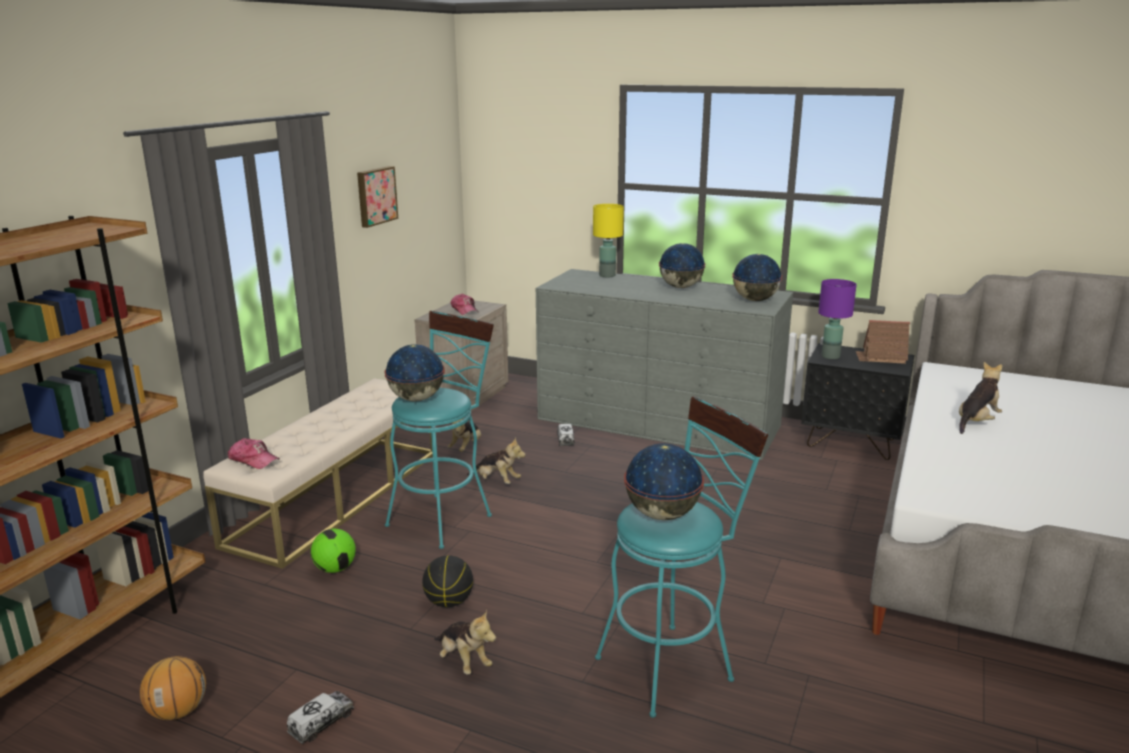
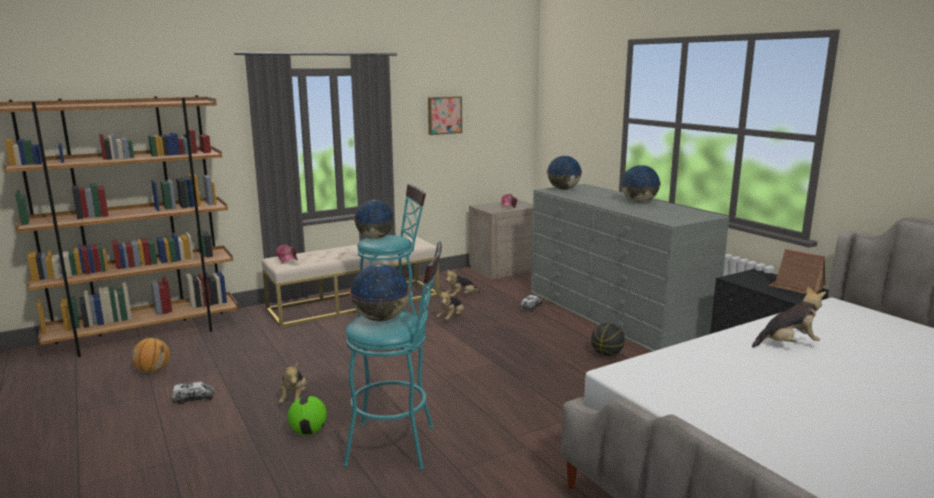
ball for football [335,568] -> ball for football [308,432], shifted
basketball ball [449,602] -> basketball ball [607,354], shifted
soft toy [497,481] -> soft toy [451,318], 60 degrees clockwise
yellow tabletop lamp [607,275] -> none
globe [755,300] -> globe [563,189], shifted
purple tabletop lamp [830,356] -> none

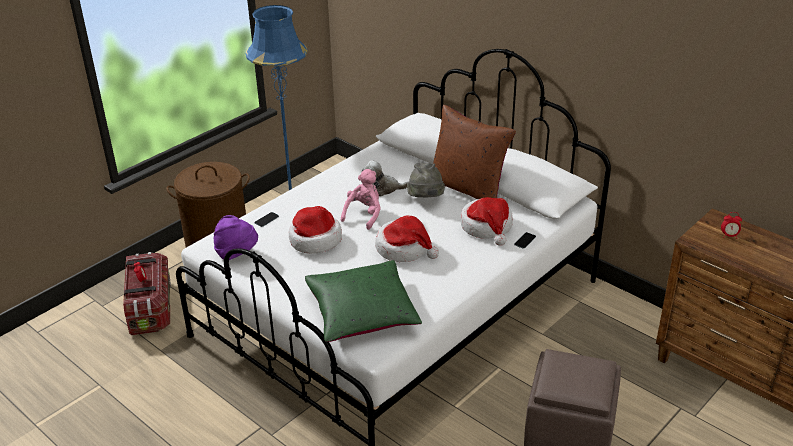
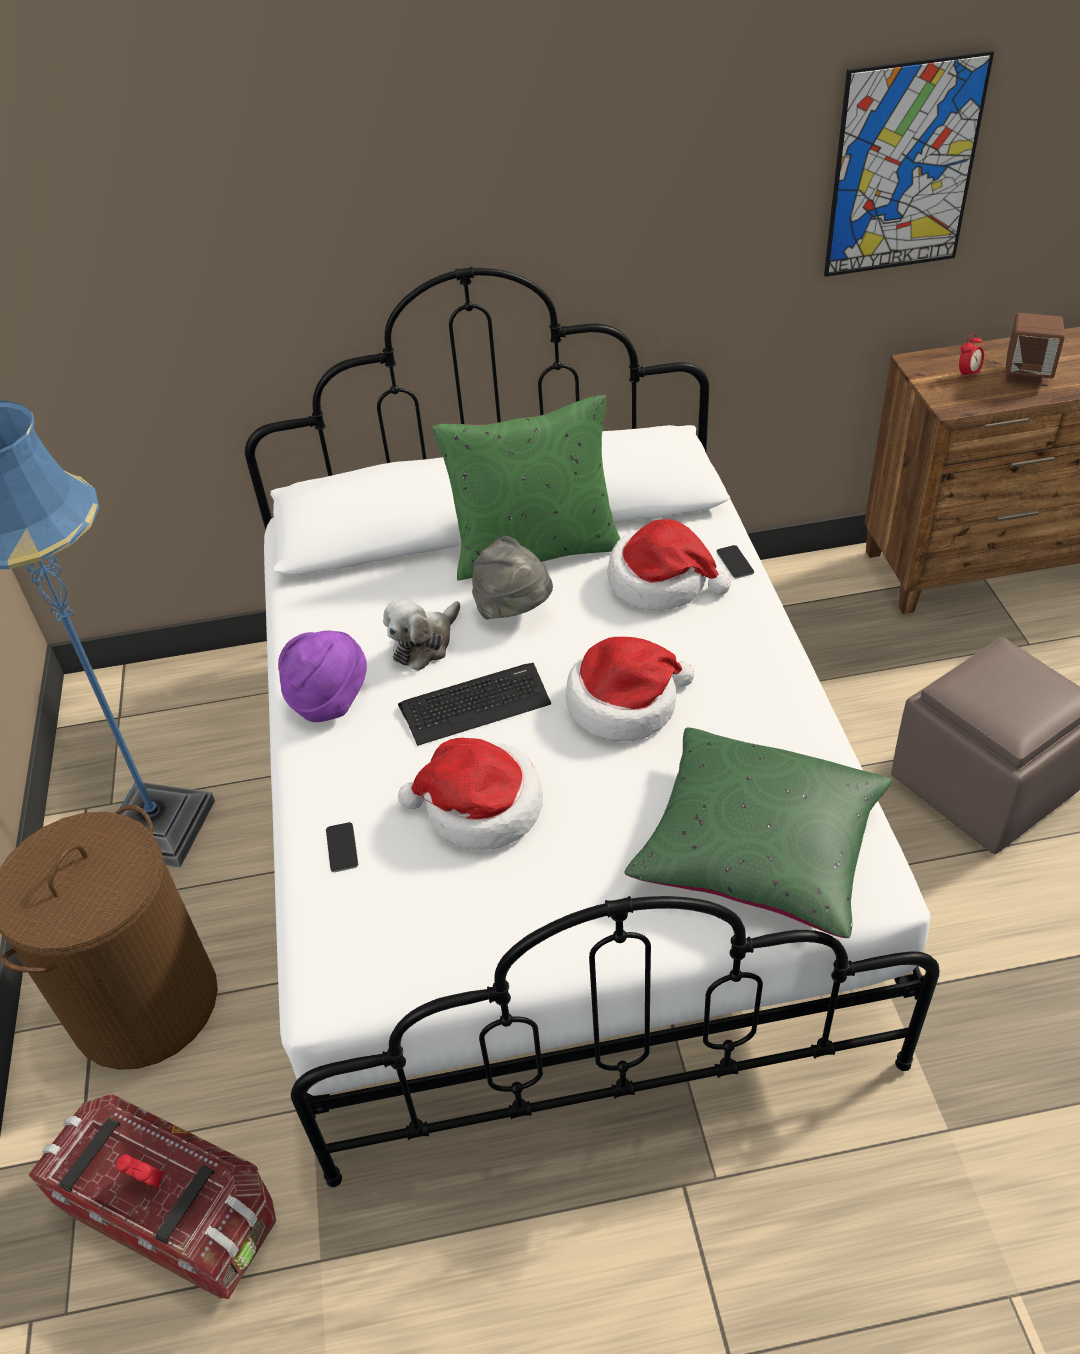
purple hat [237,254] -> purple hat [329,700], shifted
pinkish soft toy [364,215] -> keyboard [475,704]
brown pillow [467,188] -> green-coloured pillow [535,549]
none -> wall art [903,168]
none -> brown speaker [1027,375]

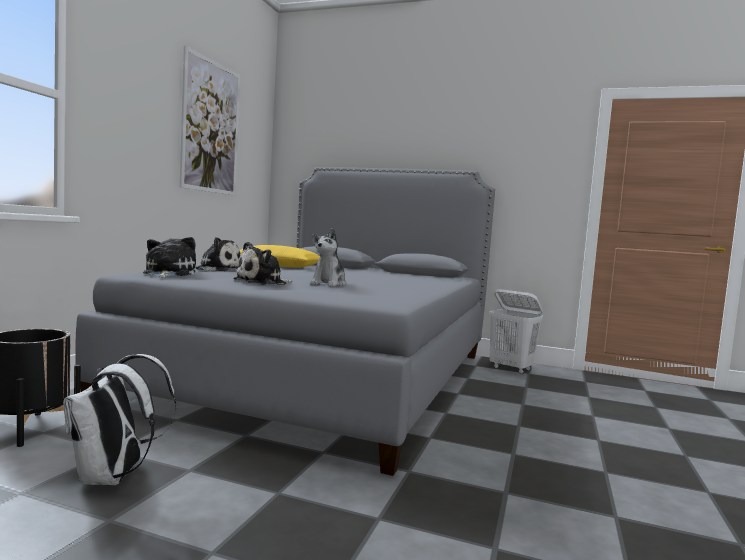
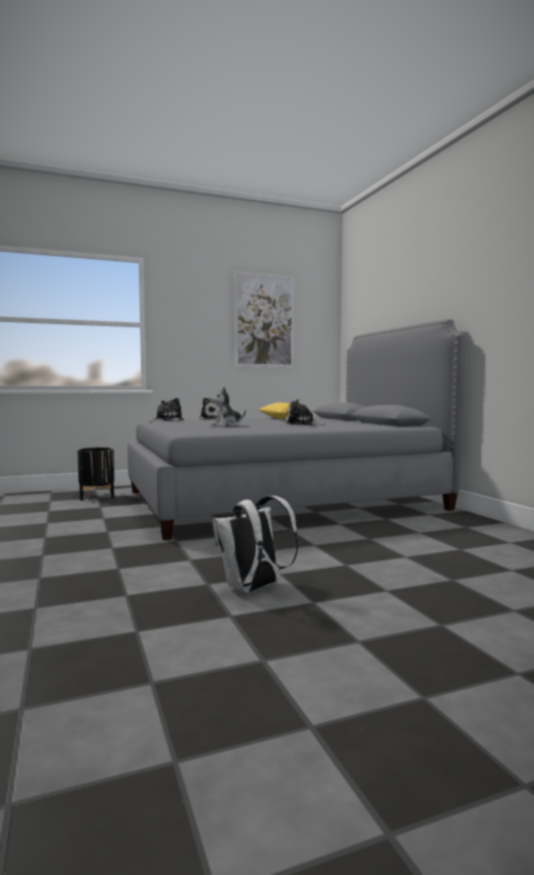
white knapsack [114,477] -> white knapsack [253,589], shifted
soft toy [263,282] -> soft toy [302,424], shifted
white washing basket [511,369] -> none

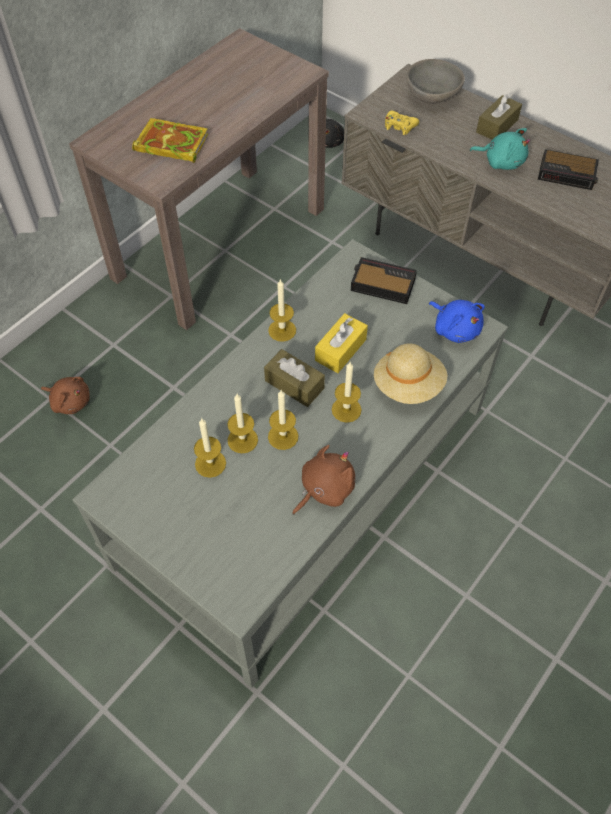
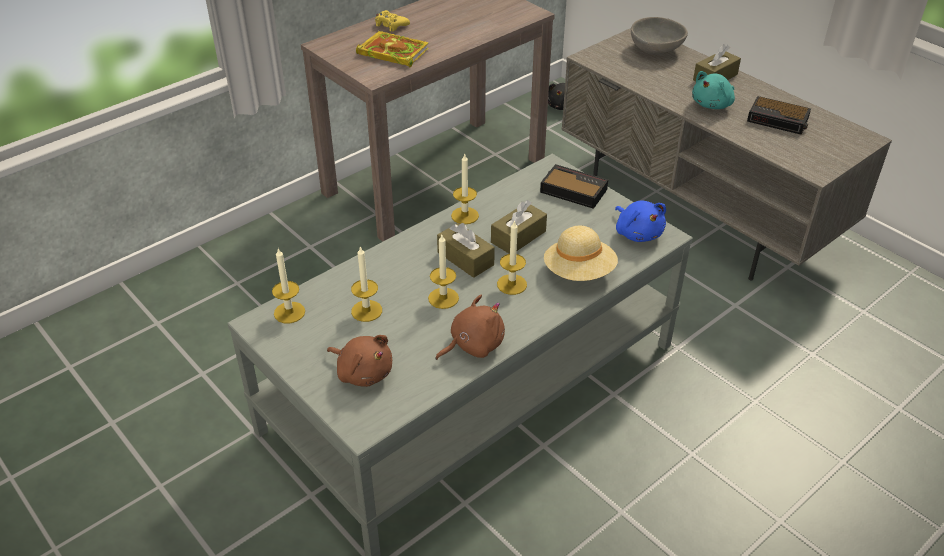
brown soft toy [70,401] -> brown soft toy [363,372], shifted
wax light [242,440] -> wax light [289,312], shifted
yellow tissue box [340,350] -> brown tissue box [518,237]
yellow gamepad [399,126] -> yellow gamepad [391,25], shifted
blue-green soft toy [501,162] -> blue-green soft toy [713,104], 105 degrees clockwise

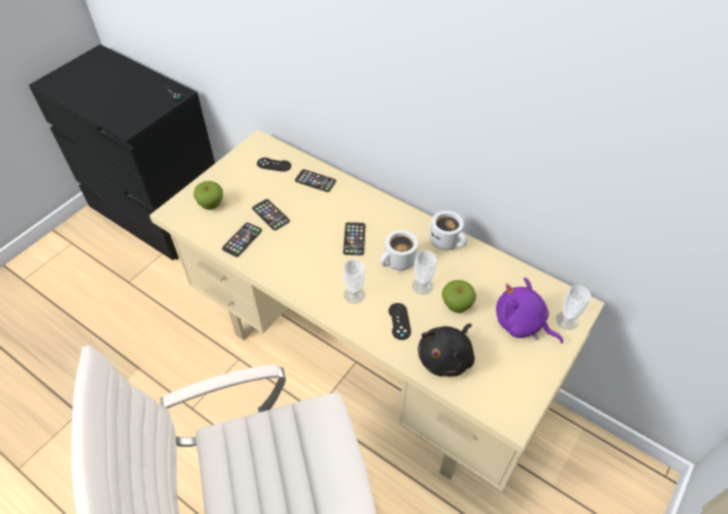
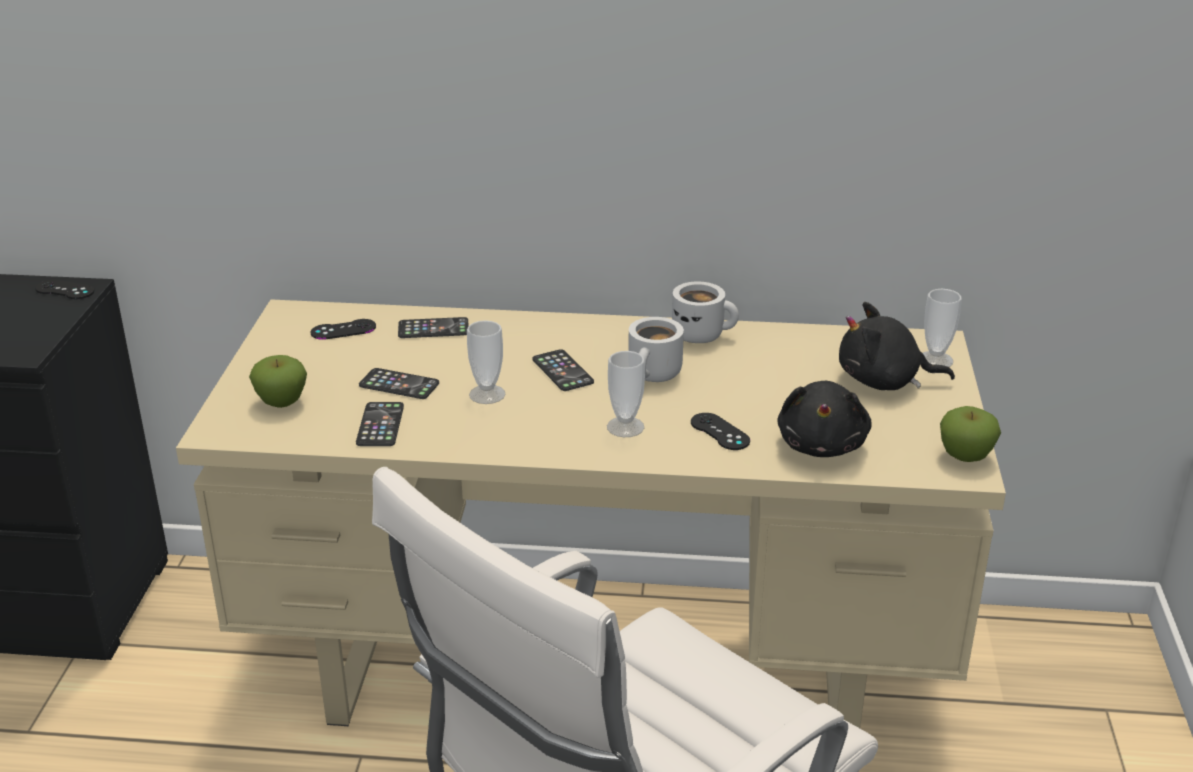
drinking cup [422,286] -> drinking cup [487,394], shifted
apple [456,306] -> apple [965,457], shifted
purple soft toy [522,324] -> black soft toy [884,381]

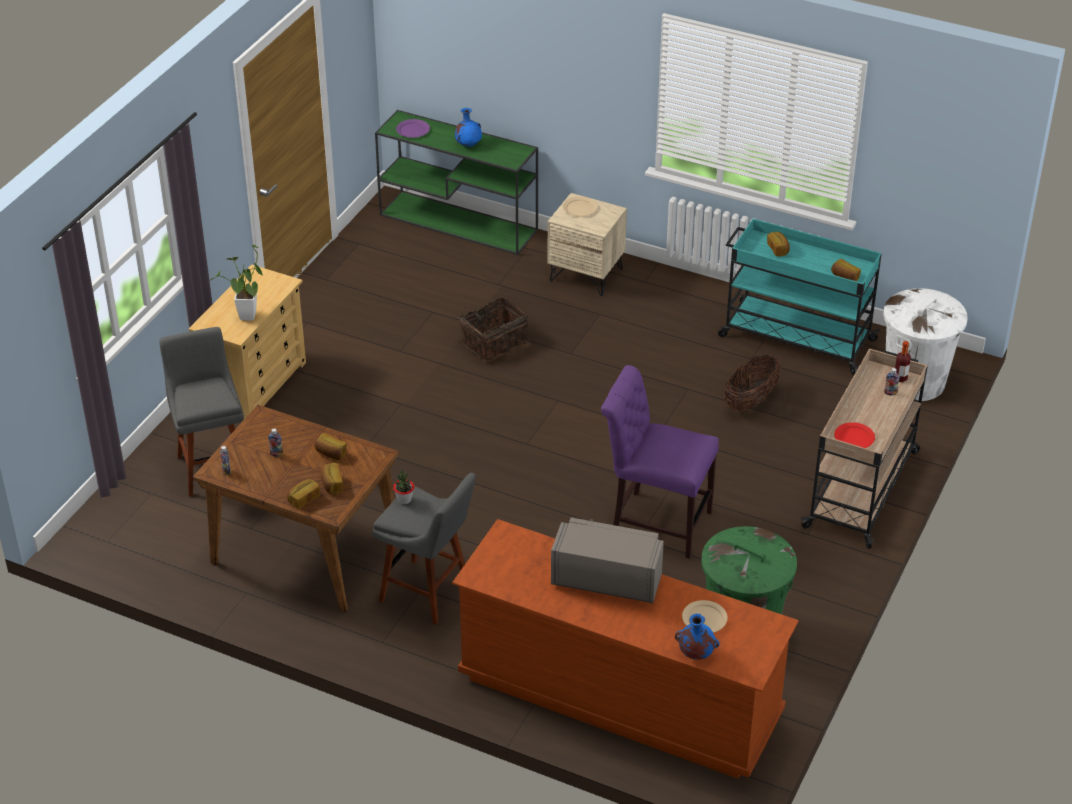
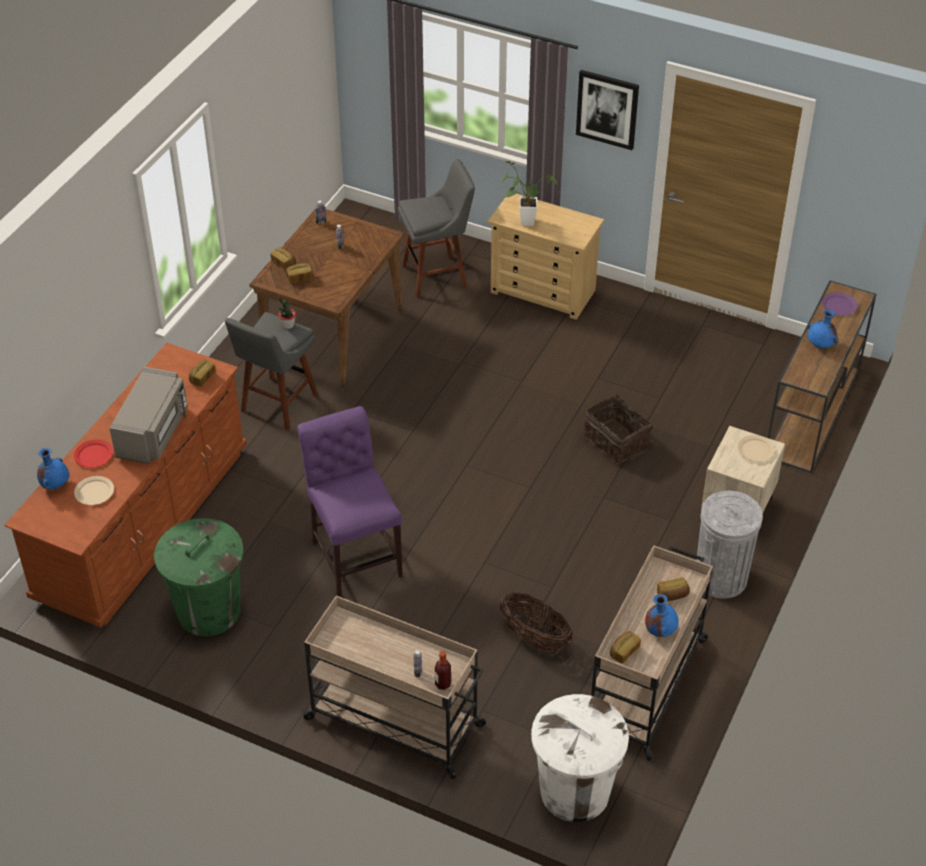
bakery bread [330,454] -> bakery bread [202,378], shifted
green-coloured narrow table [460,223] -> brown narrow table [812,413]
purple plain chair [655,522] -> purple plain chair [355,554], 45 degrees counterclockwise
blue-green trolley [795,338] -> beige trolley [646,685]
red-coloured dinner plate [854,437] -> red-coloured dinner plate [94,455], shifted
none -> wall art [607,109]
none -> blue vase [660,630]
none -> gray trash can [720,578]

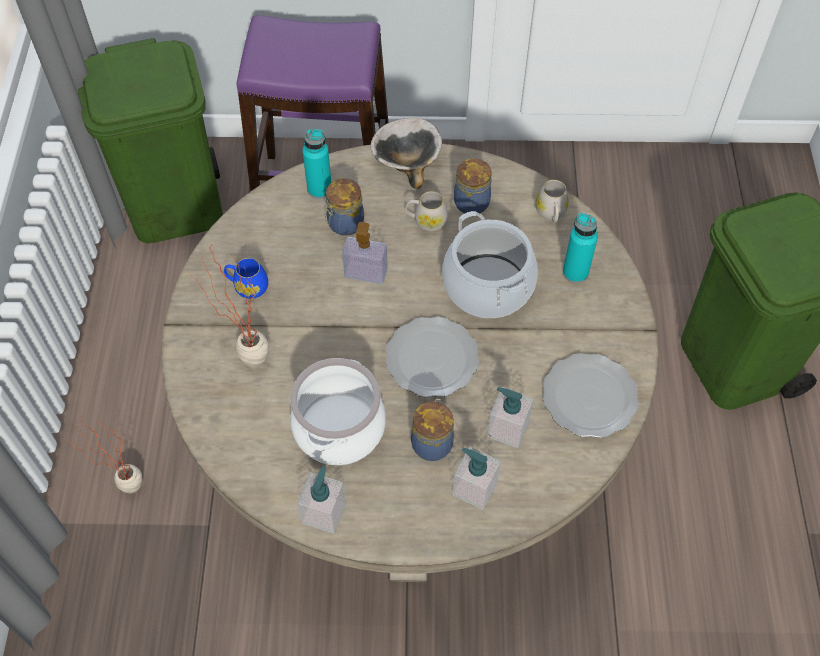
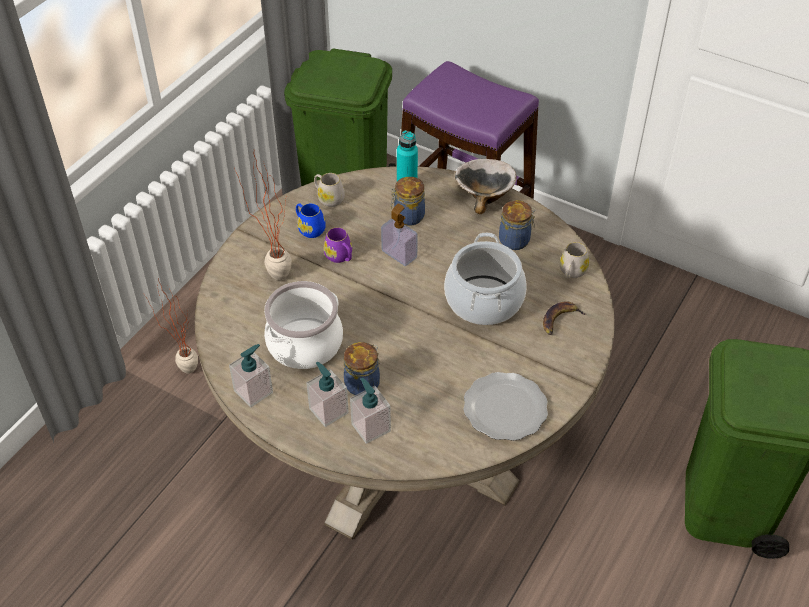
dinner plate [433,358] -> none
white coffee mug [426,221] -> white coffee mug [328,198], shifted
liquid soap bottle [507,429] -> liquid soap bottle [328,410], shifted
blue-green drink bottle [575,272] -> whole banana [560,320]
none -> purple coffee mug [340,257]

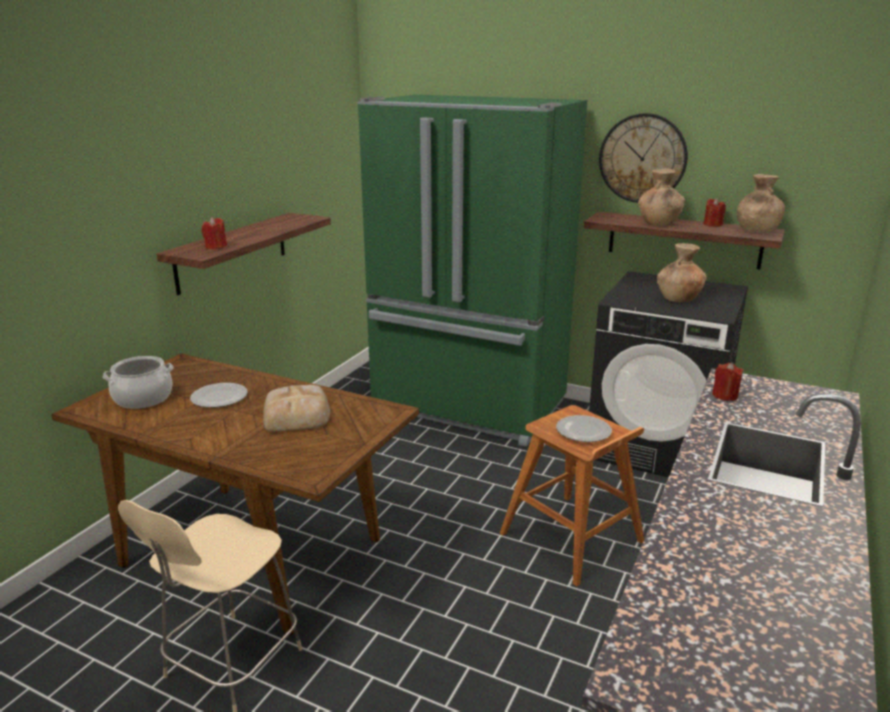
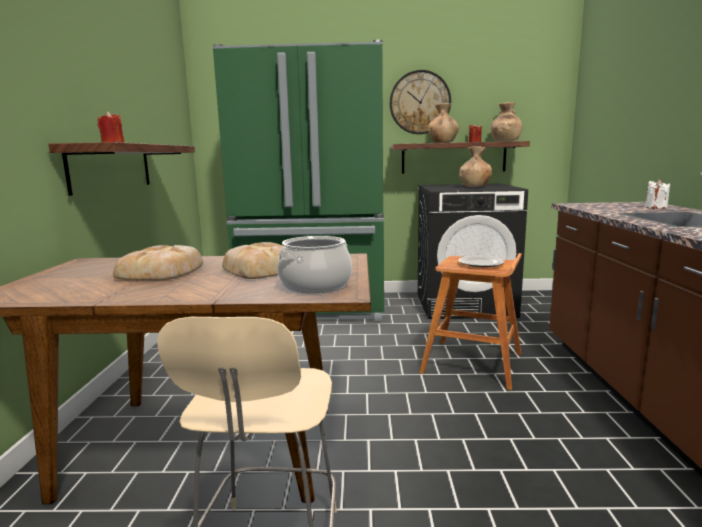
saucepot [143,398] -> saucepot [315,285], shifted
dinner plate [220,397] -> bakery bread [162,271]
red-coloured wax light [725,395] -> none
none -> white wax light [656,207]

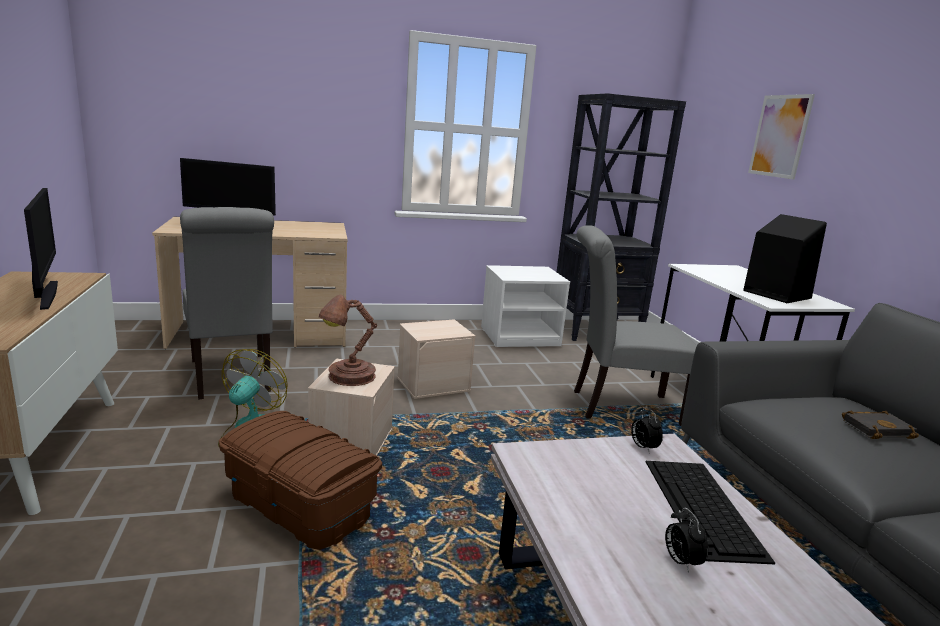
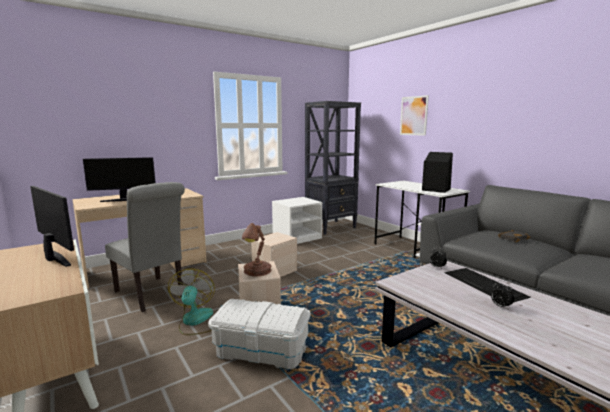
brown storage bin [300,505] -> white storage bin [262,350]
gray plain chair [618,407] -> none

